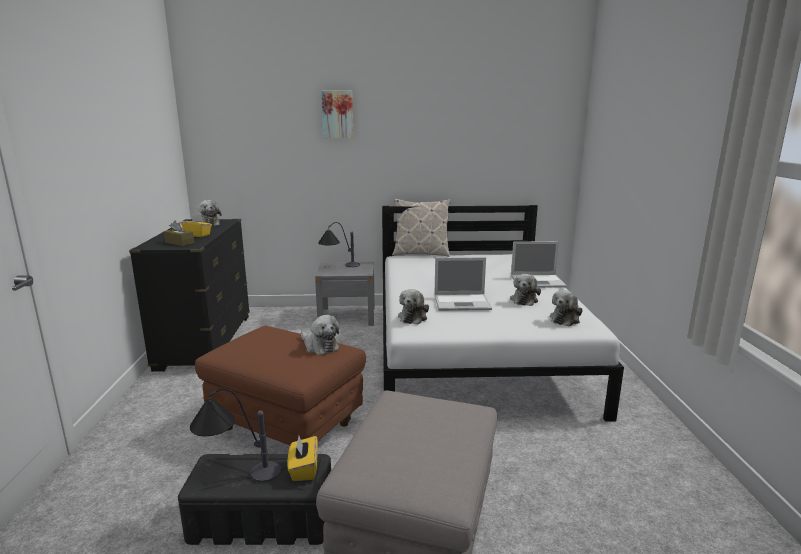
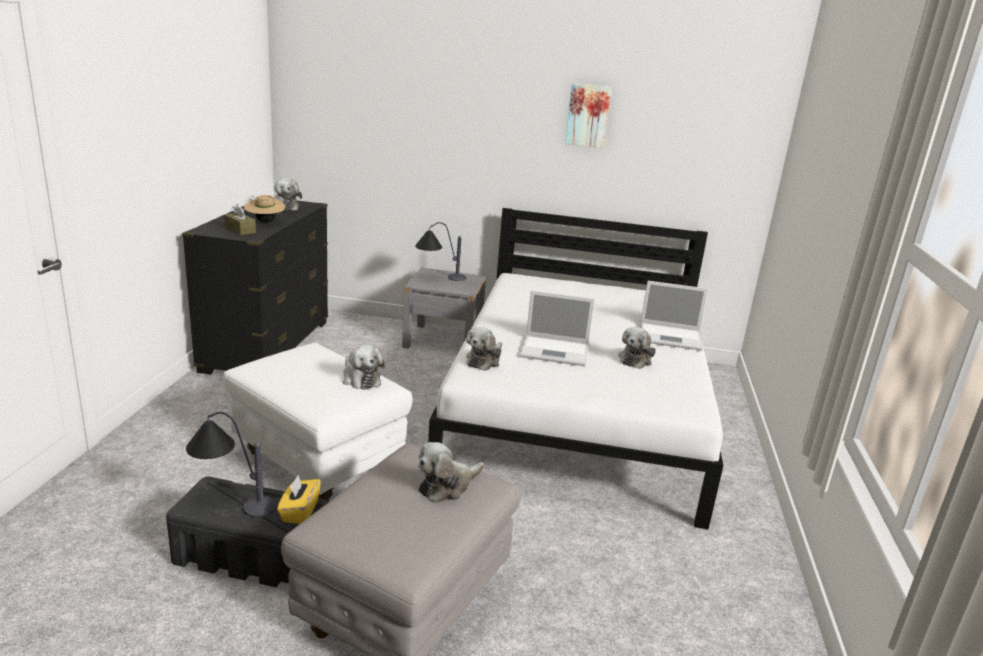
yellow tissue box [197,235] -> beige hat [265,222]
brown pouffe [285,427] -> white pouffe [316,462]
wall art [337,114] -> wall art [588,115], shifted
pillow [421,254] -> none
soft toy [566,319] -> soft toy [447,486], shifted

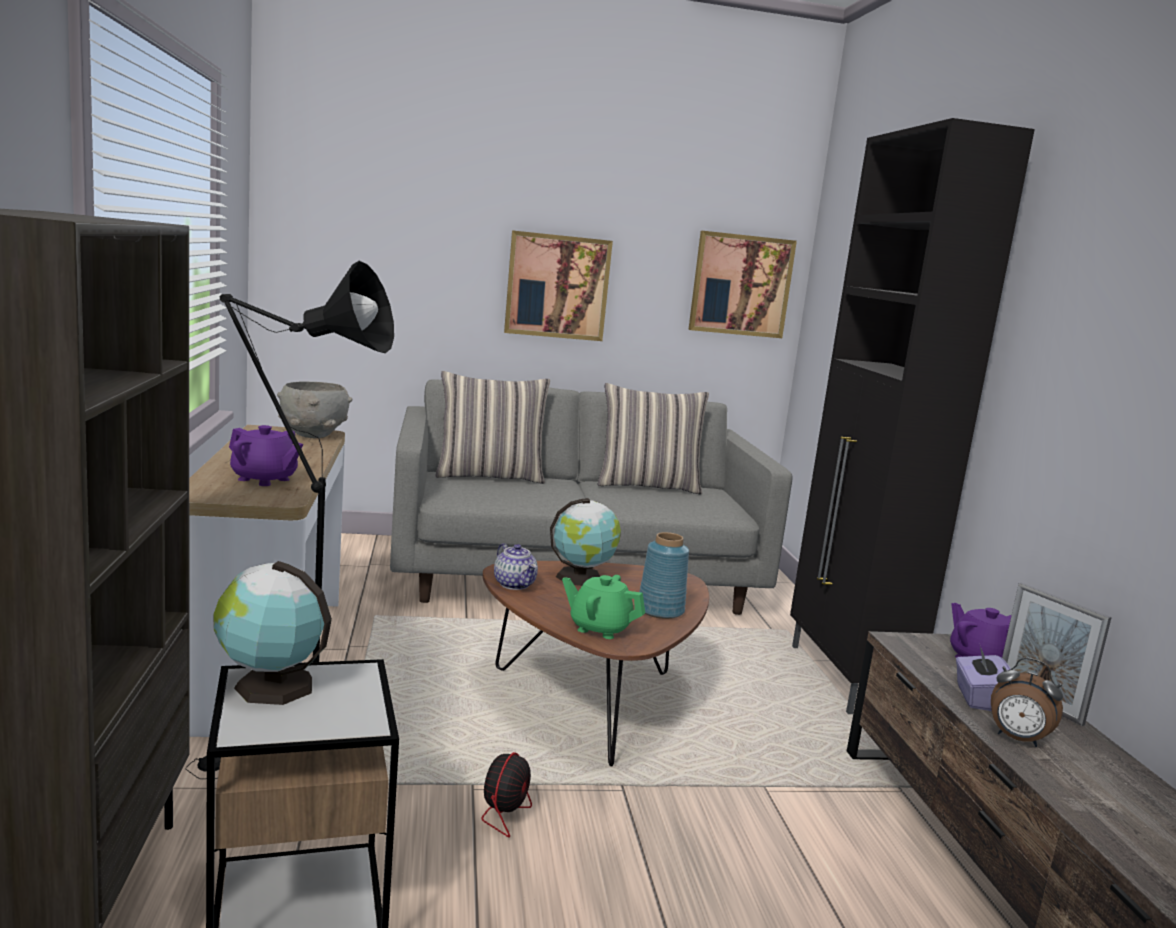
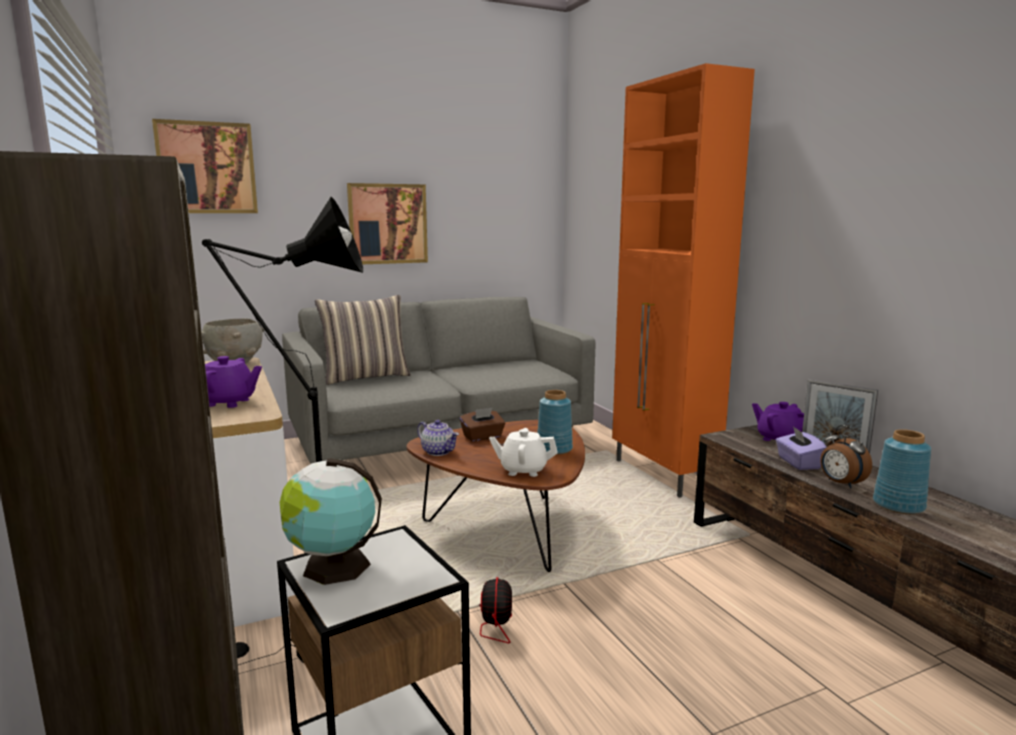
globe [582,577] -> brown tissue box [482,437]
green-coloured teapot [599,628] -> white teapot [523,470]
pillow [648,485] -> none
wall art [741,285] -> wall art [207,168], shifted
black storage cabinet [845,680] -> orange-coloured storage cabinet [663,476]
bedside clock [1017,739] -> bedside clock [840,483], 45 degrees clockwise
none -> blue vase [898,505]

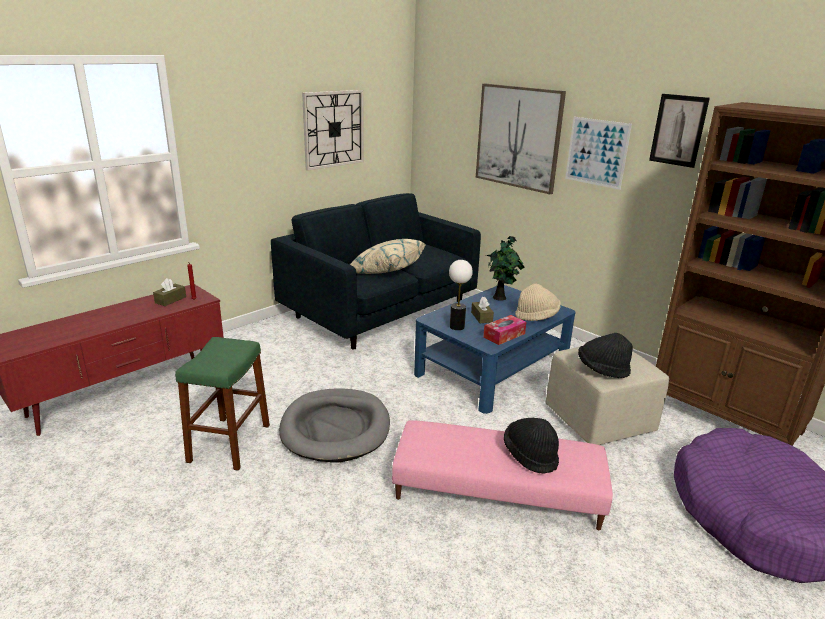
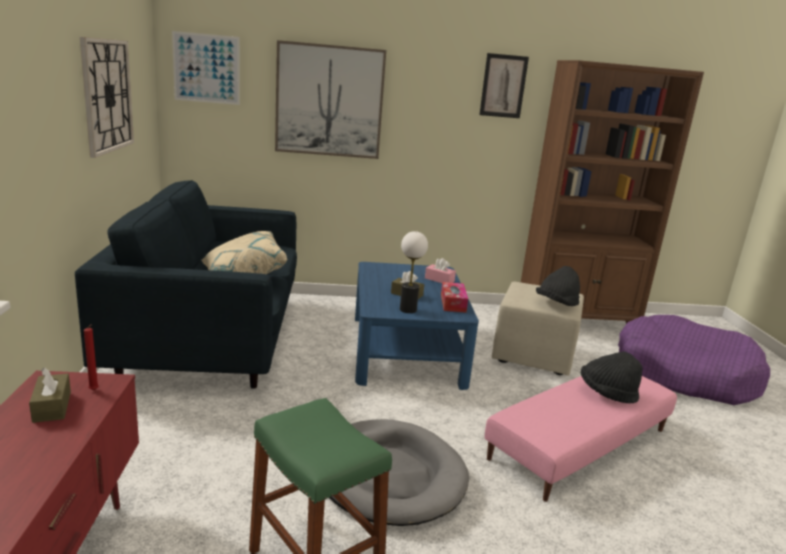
plant in a pot [500,298] -> none
beige hat [537,316] -> pinkish tissue box [439,280]
wall art [597,152] -> wall art [206,68], shifted

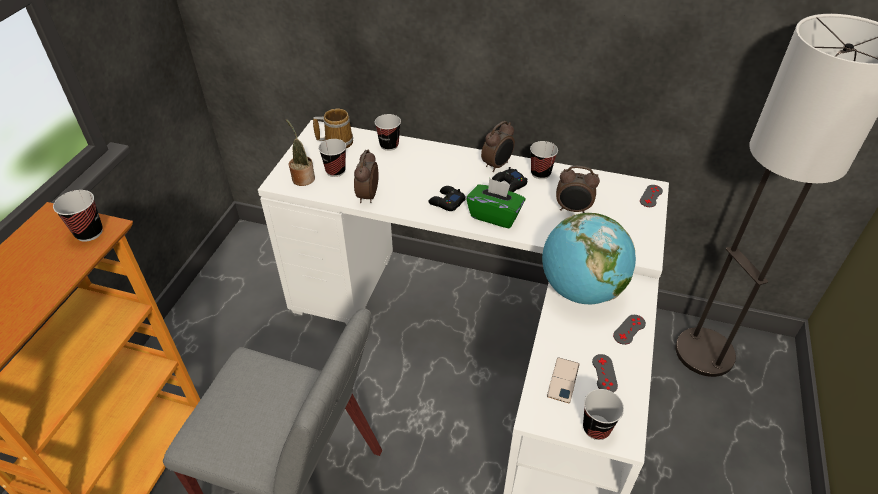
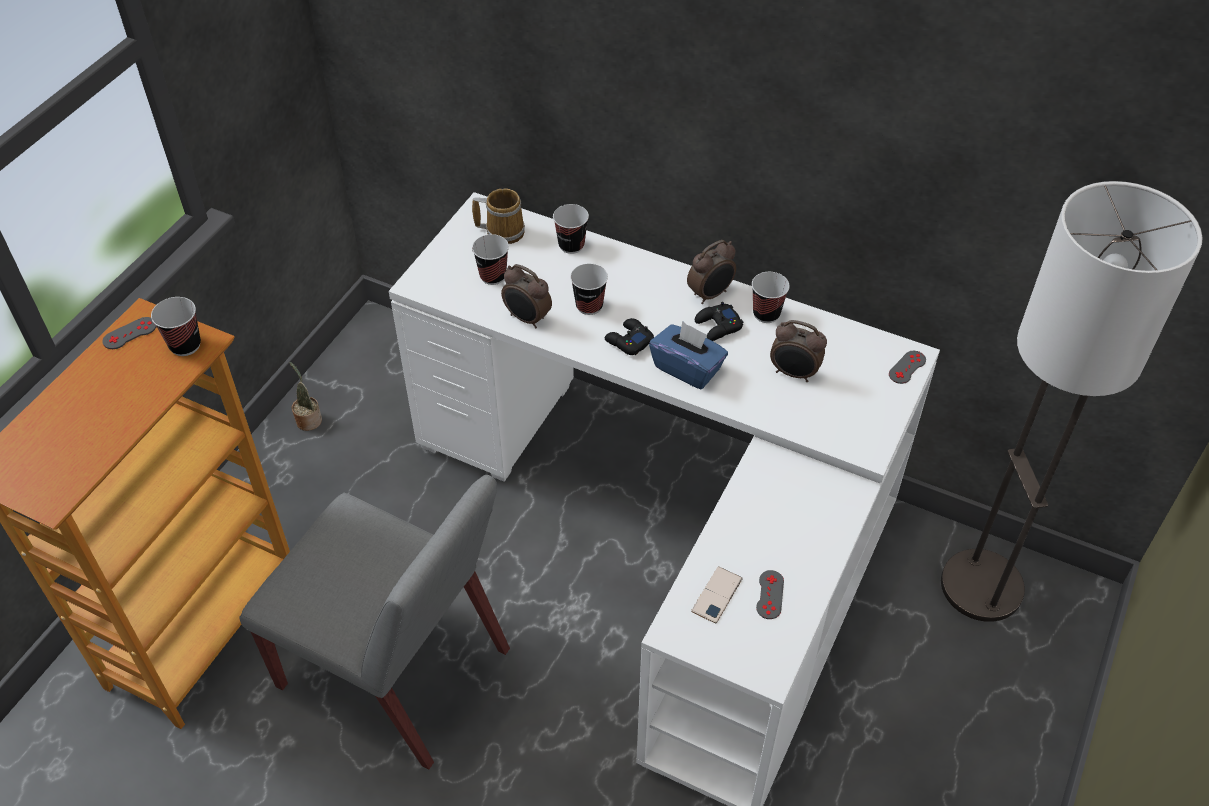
plant in a pot [302,178] -> plant in a pot [308,419], shifted
bedside clock [367,196] -> bedside clock [527,319], 75 degrees counterclockwise
green-coloured tissue box [495,215] -> blue tissue box [687,368]
globe [581,290] -> none
drinking cup [596,428] -> drinking cup [589,306], shifted
gray gamepad [629,329] -> gray gamepad [130,333], shifted

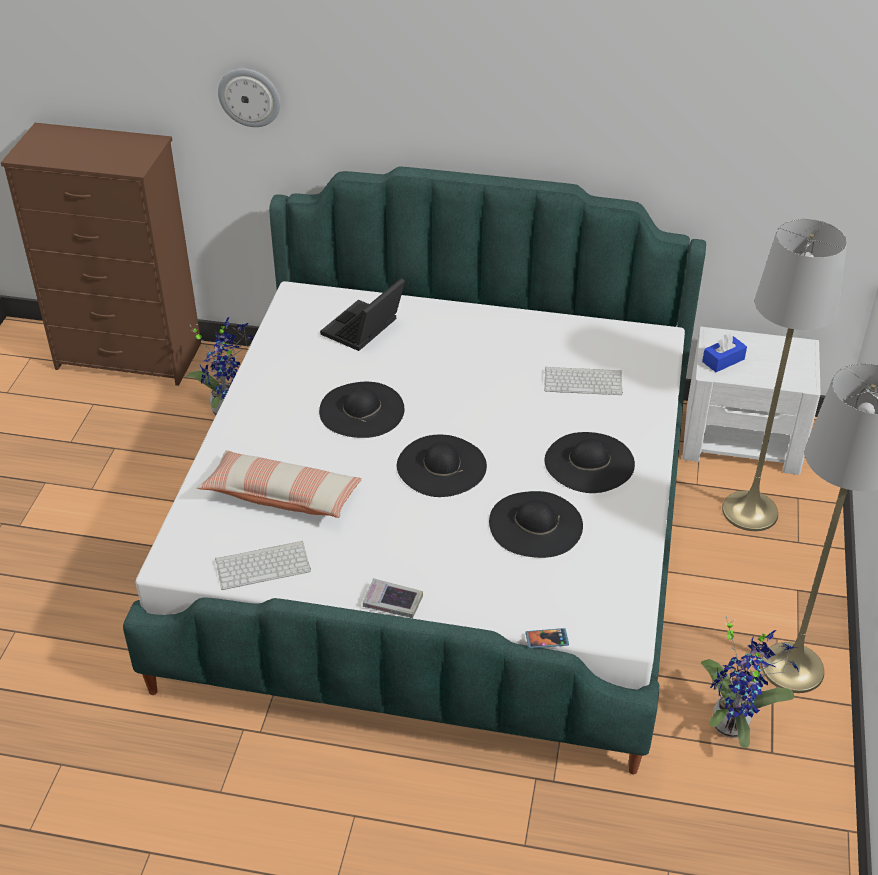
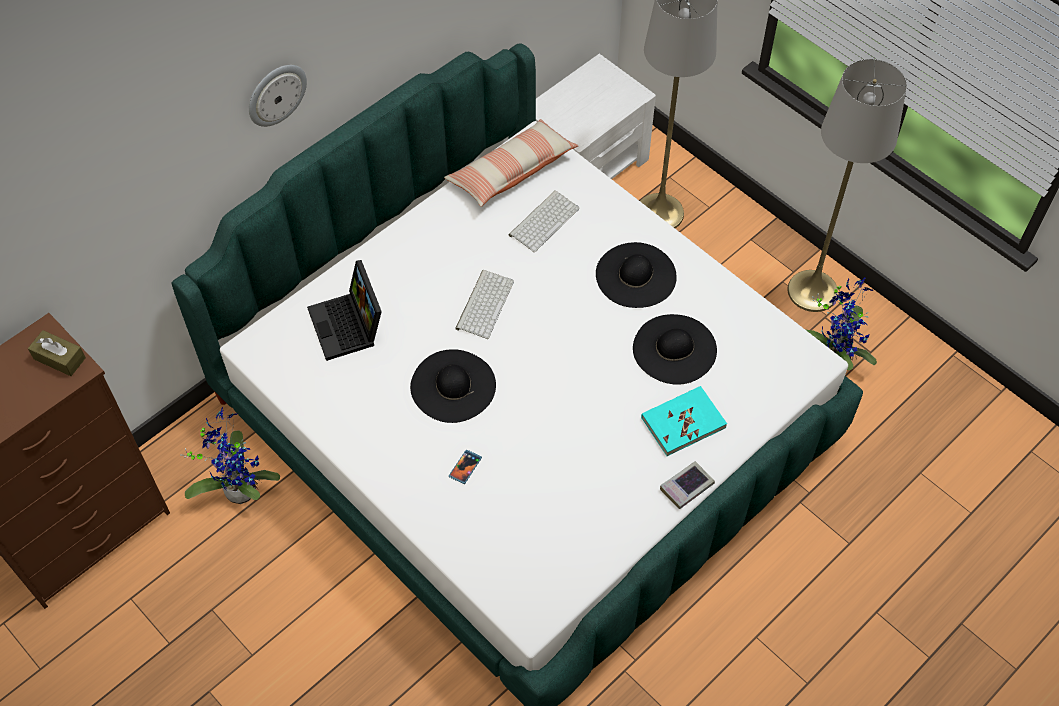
pillow [281,496] -> pillow [511,171], shifted
keyboard [263,564] -> keyboard [484,303], shifted
wall clock [249,97] -> wall clock [276,94], shifted
black hat [441,466] -> none
handset [547,639] -> handset [465,467], shifted
blue tissue box [723,360] -> none
none -> brown tissue box [59,358]
none -> blue-green volume [683,422]

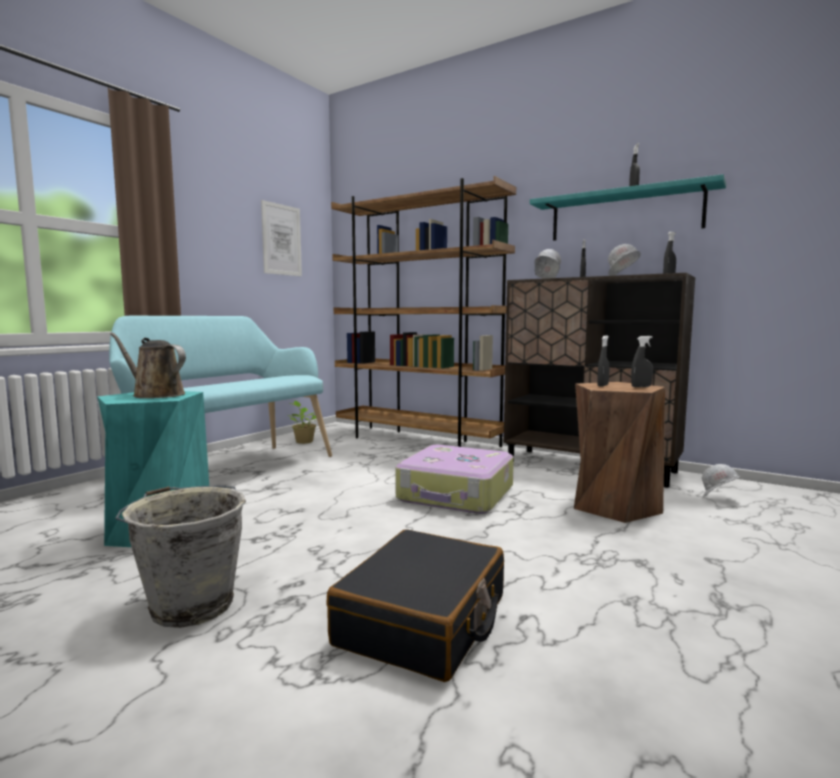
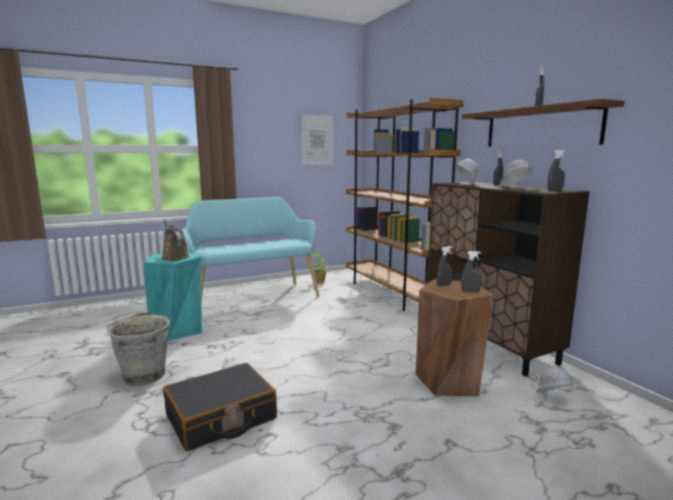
travel case [456,494] -> none
blue-green wall shelf [624,214] -> brown wall shelf [540,127]

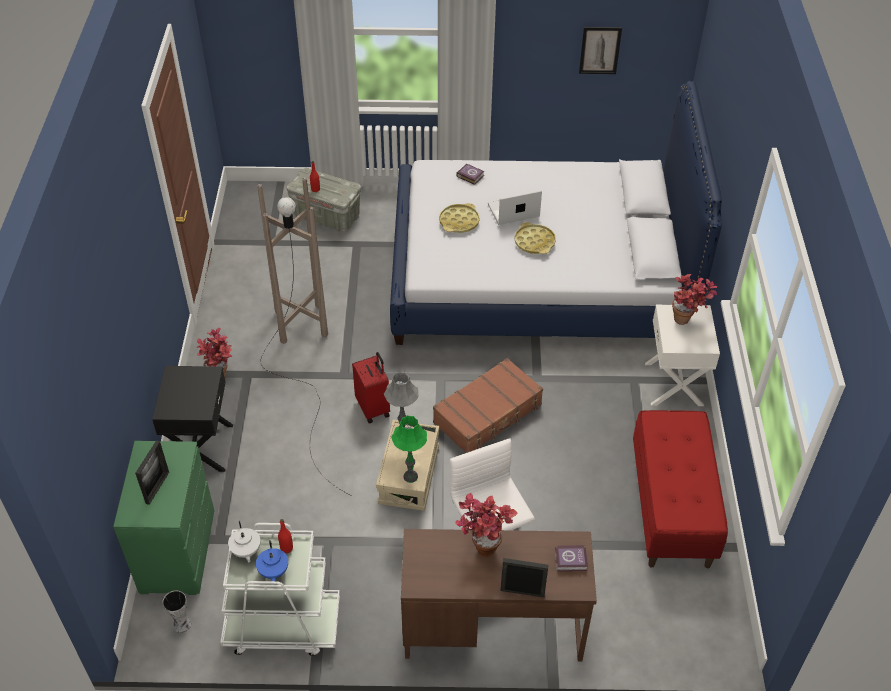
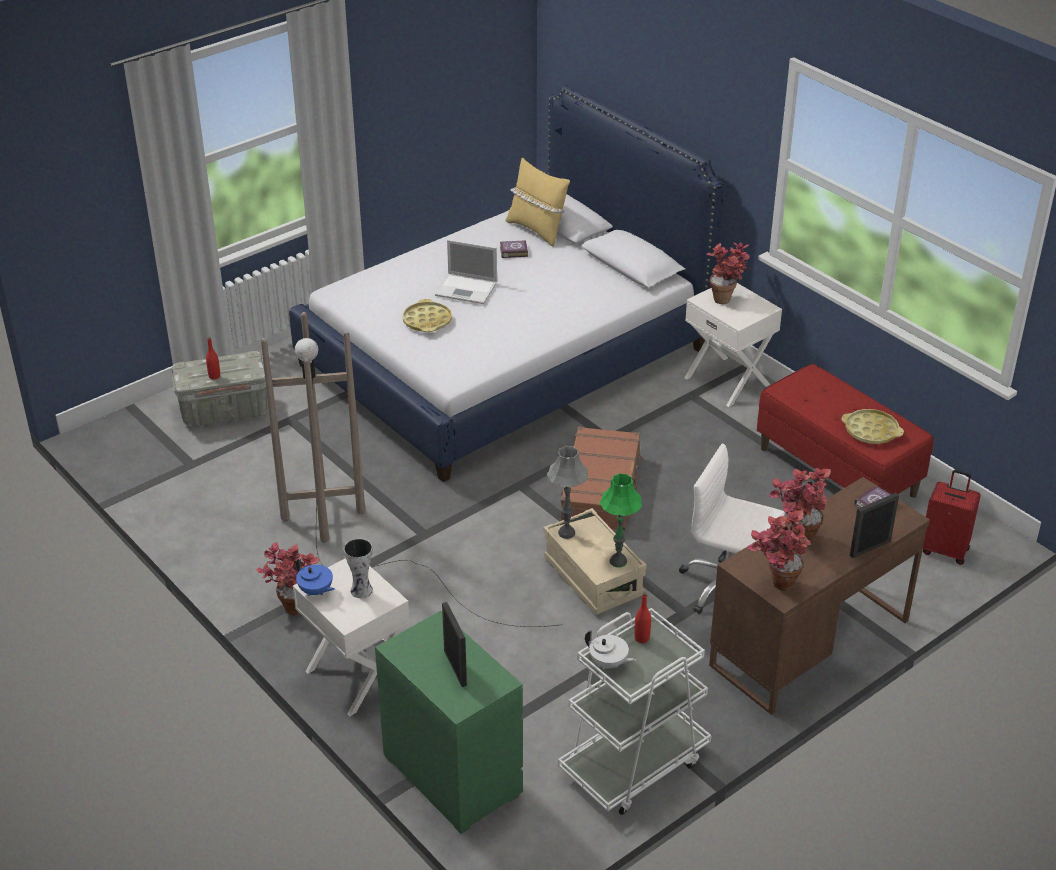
black night table [200,447] -> white night table [356,677]
vase [182,625] -> vase [362,591], shifted
blue teapot [273,571] -> blue teapot [316,591], shifted
red-coloured travel case [374,408] -> red-coloured travel case [944,550], shifted
volume [470,175] -> volume [513,251], shifted
portable computer [512,211] -> portable computer [467,289], 105 degrees counterclockwise
yellow tray [534,242] -> yellow tray [871,431], shifted
wall art [600,50] -> none
none -> yellow pillow [537,230]
none -> plant in a pot [774,583]

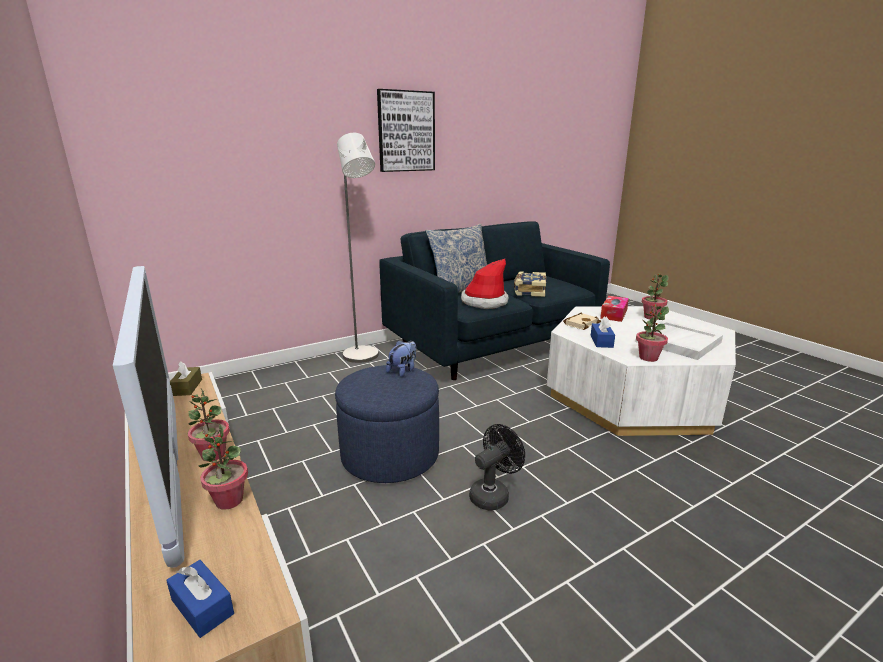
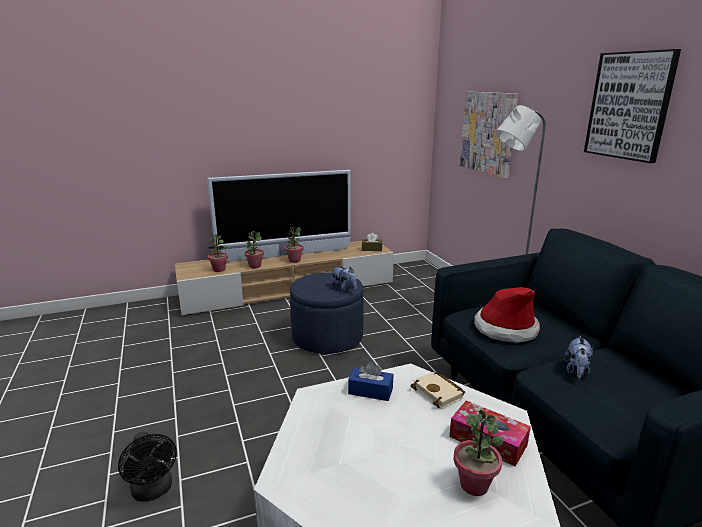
blue tissue box [202,607] -> none
pillow [460,291] -> none
black cooling fan [493,494] -> black cooling fan [153,491], shifted
volume [529,291] -> soft toy [576,371]
white tray [677,342] -> none
plant in a pot [648,358] -> plant in a pot [219,270], shifted
none -> wall art [488,133]

